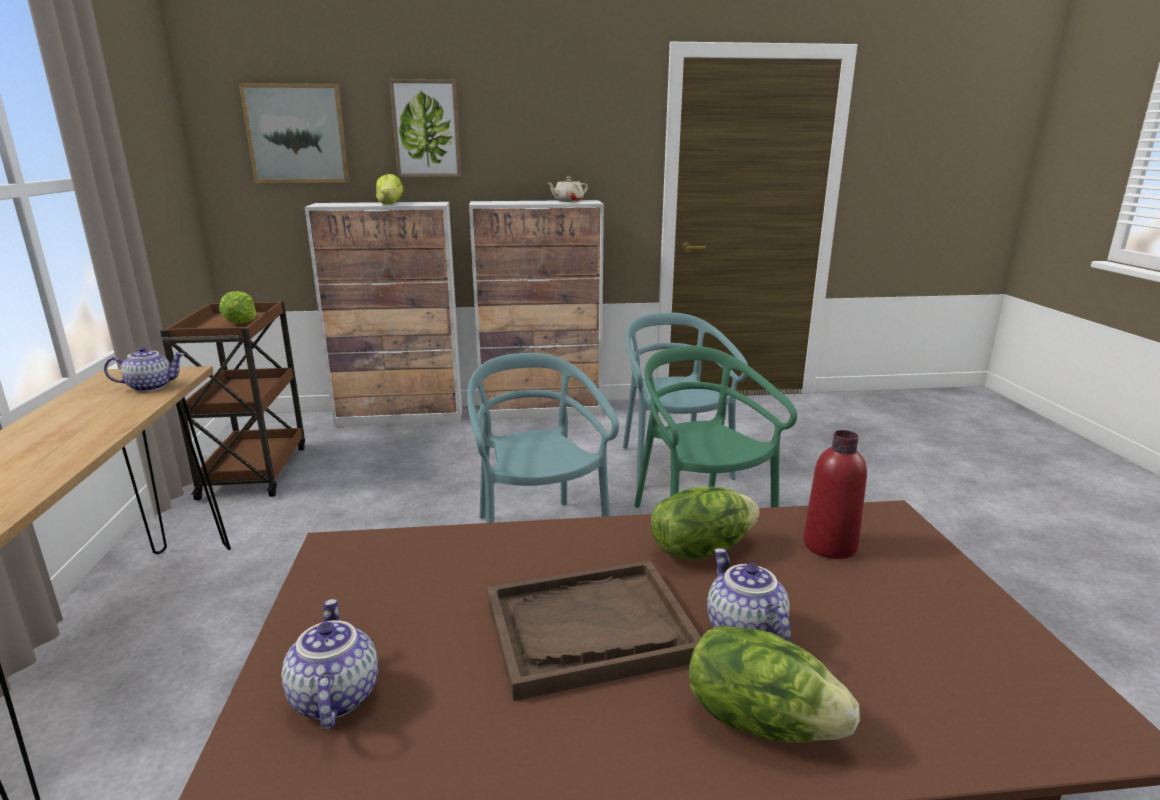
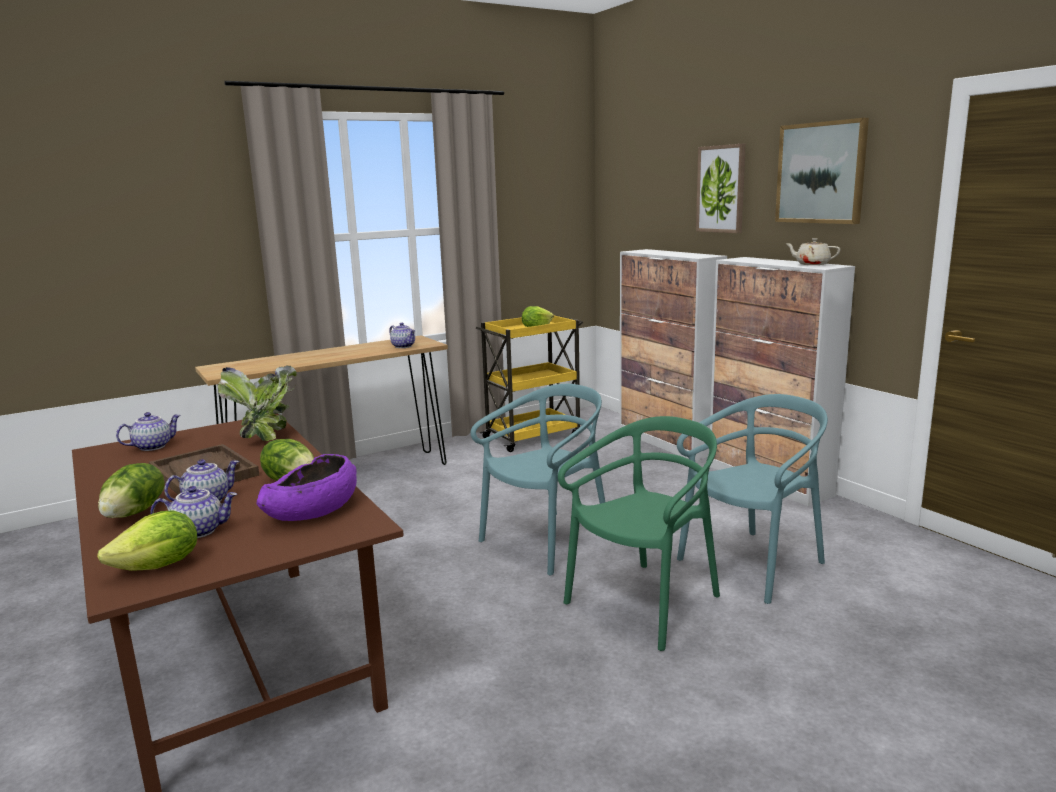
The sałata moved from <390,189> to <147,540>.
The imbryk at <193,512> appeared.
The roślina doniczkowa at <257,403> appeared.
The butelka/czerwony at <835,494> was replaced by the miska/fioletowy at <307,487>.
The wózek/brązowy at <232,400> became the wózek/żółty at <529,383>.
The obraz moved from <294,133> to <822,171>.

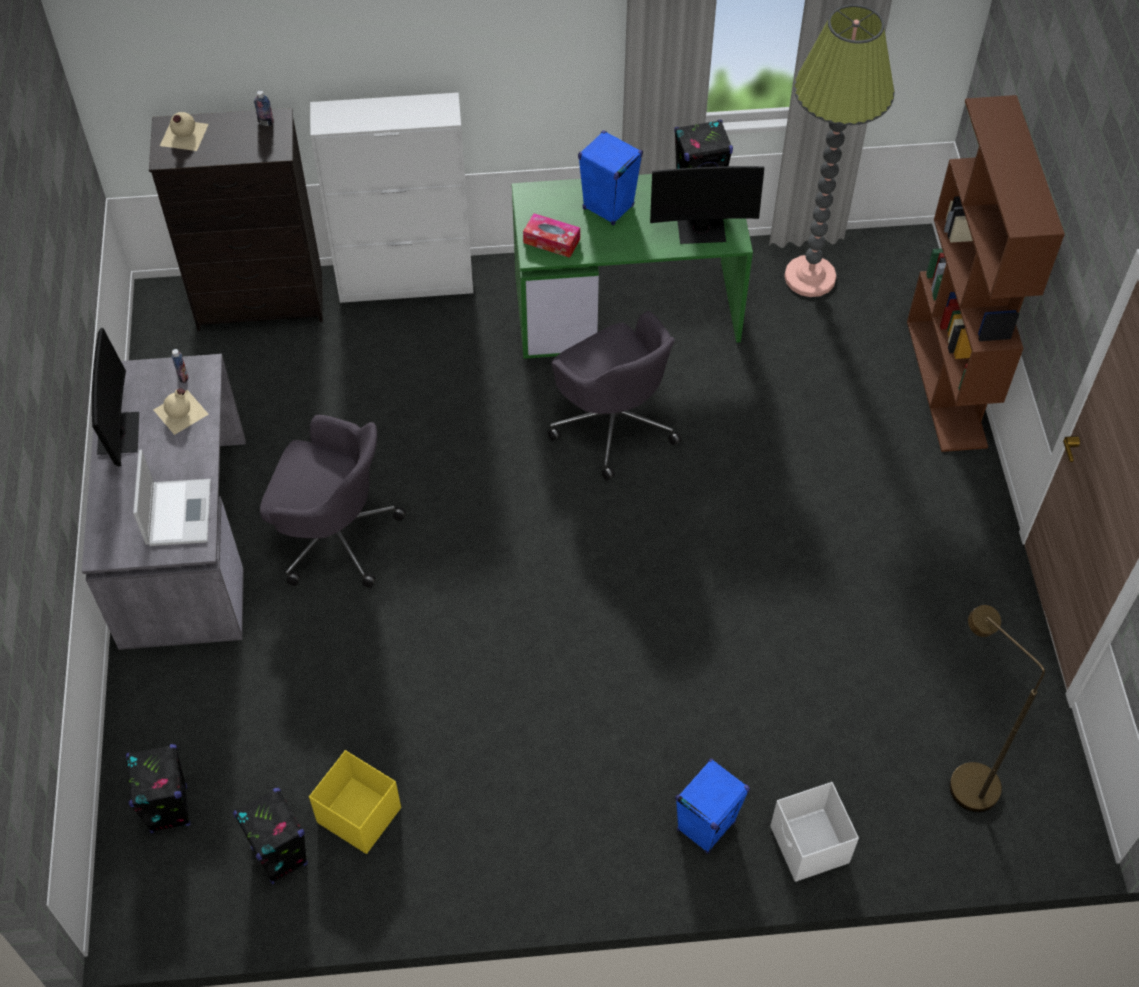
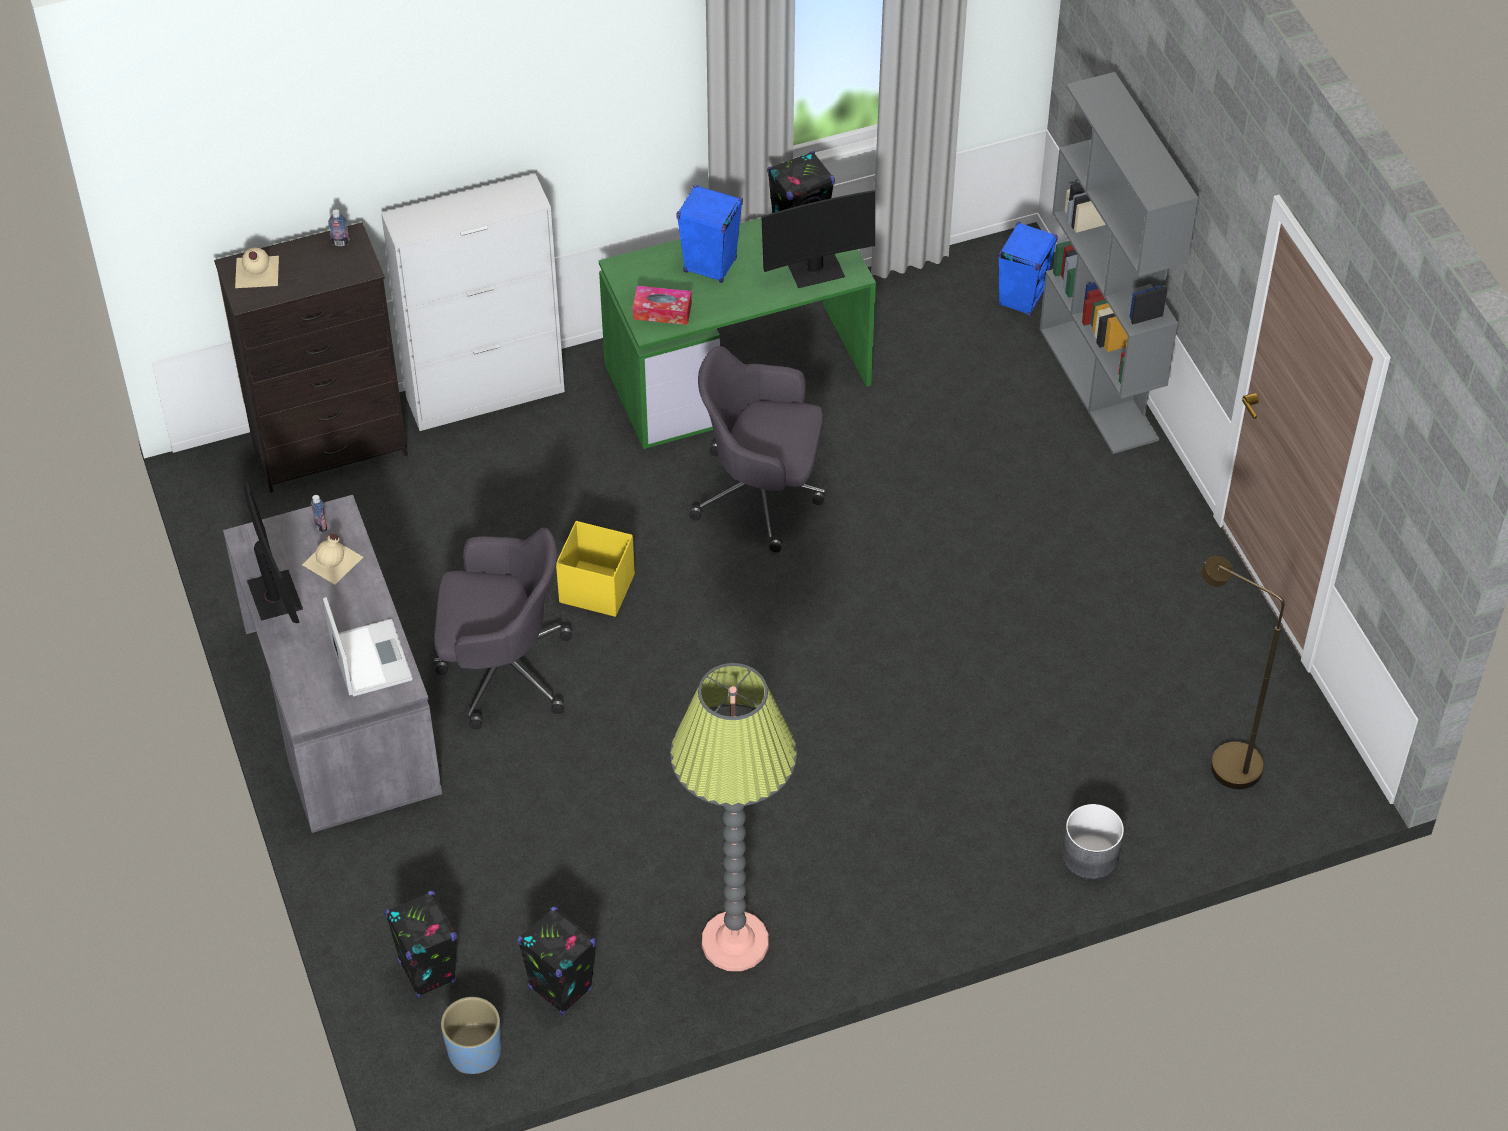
The donica/niebieski at <471,1035> appeared.
The pojemnik do przechowywania/żółty moved from <355,802> to <595,569>.
The lampa stojąca moved from <839,151> to <733,817>.
The krzesło biurowe/szary at <614,395> turned 150 degrees clockwise.
The głośnik/niebieski moved from <712,806> to <1028,269>.
The regał/brązowy at <986,273> became the regał/szary at <1118,263>.
The pojemnik do przechowywania/biały at <814,832> was replaced by the donica/szary at <1093,842>.

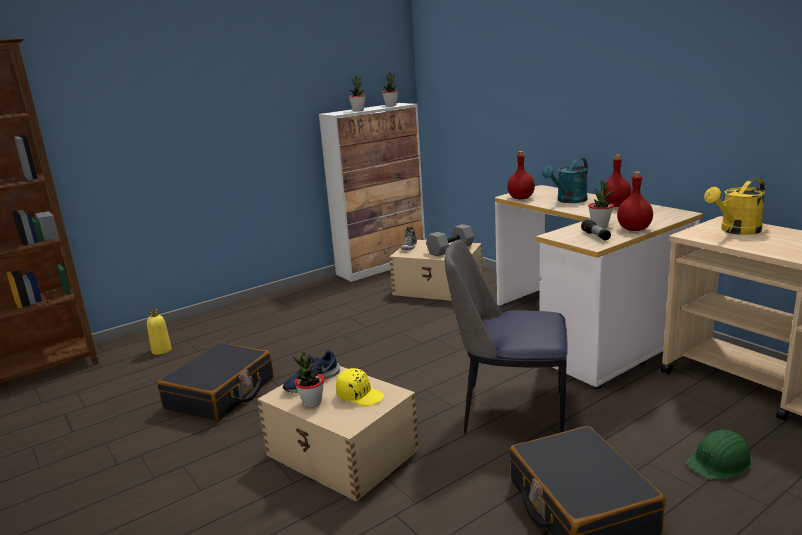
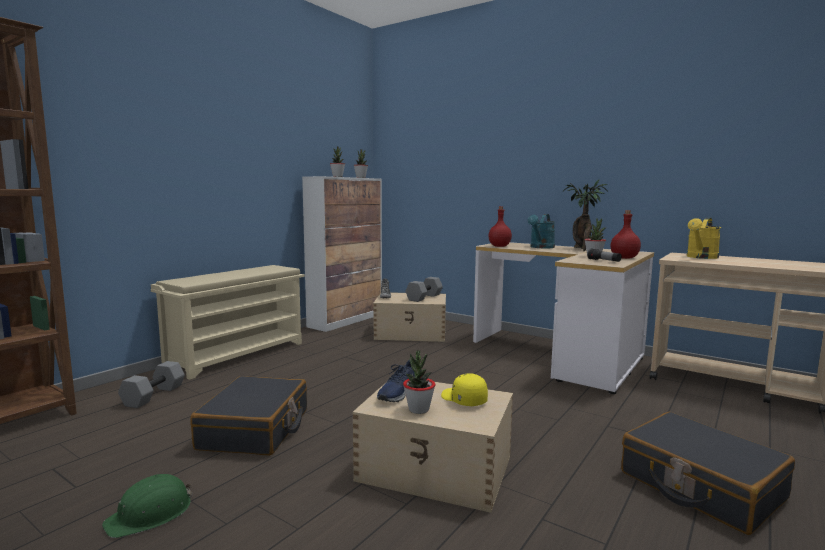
The kask/zielony moved from <719,454> to <147,506>.
The butelka/żółty at <159,332> was replaced by the hantel/szary at <151,384>.
The regał na buty/beżowy at <228,322> appeared.
The czapka z daszkiem/żółty at <360,387> turned 135 degrees counterclockwise.
The butelka/czerwony at <618,180> was replaced by the roślina doniczkowa at <585,215>.
The krzesło at <506,336> disappeared.

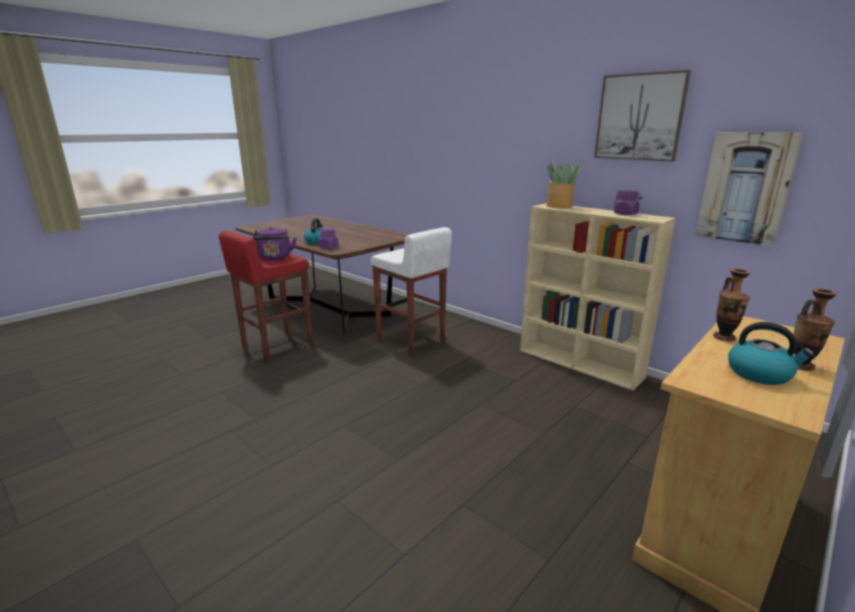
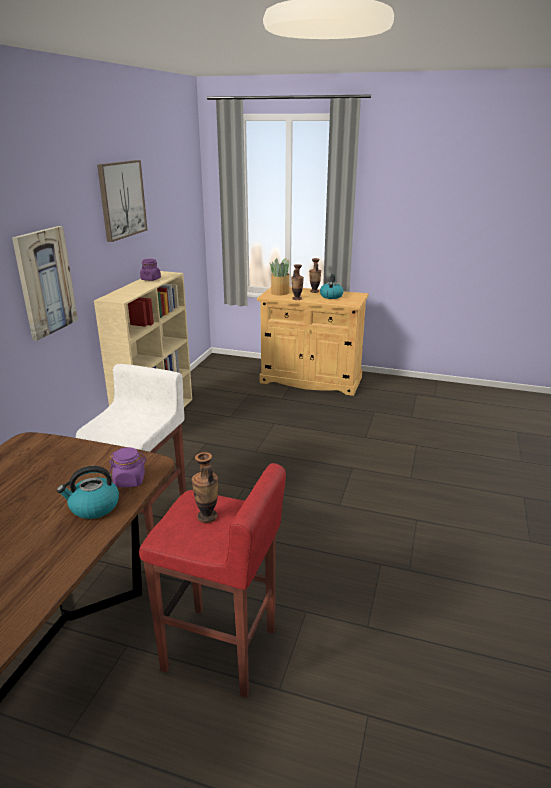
The obraz moved from <749,189> to <45,283>.
The czajnik/fioletowy at <275,244> was replaced by the wazon at <204,487>.
The roślina doniczkowa moved from <564,186> to <280,276>.

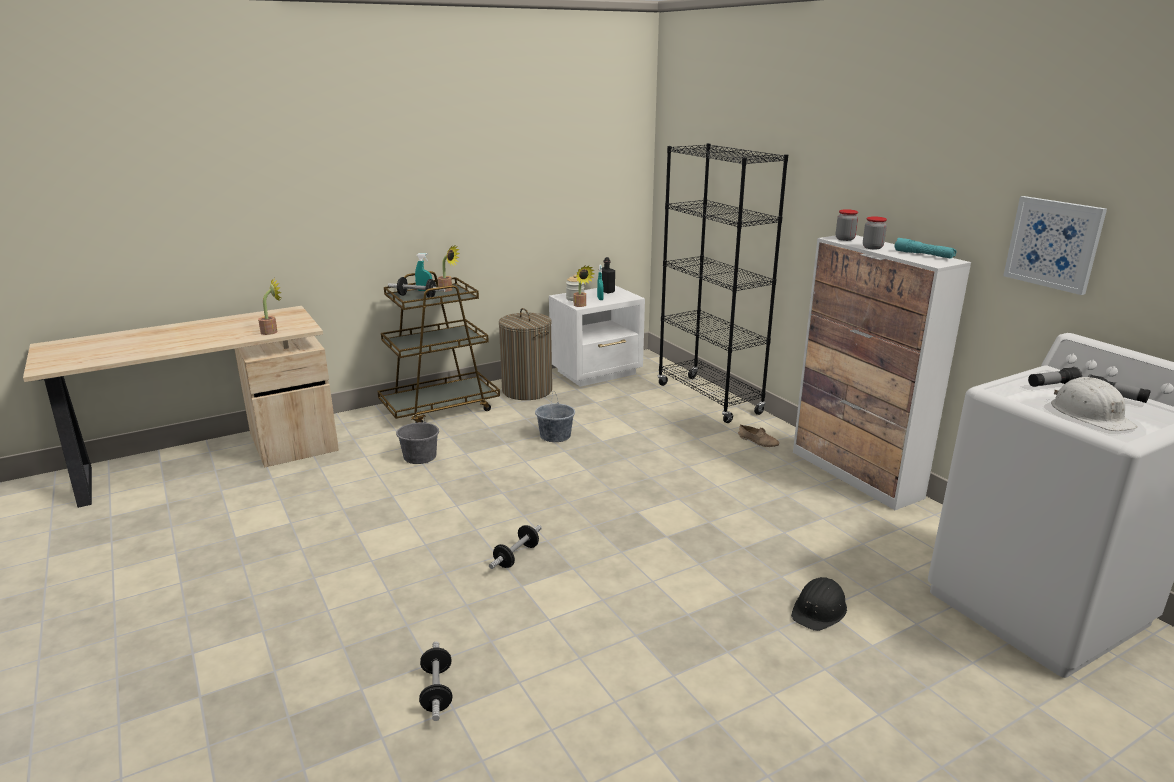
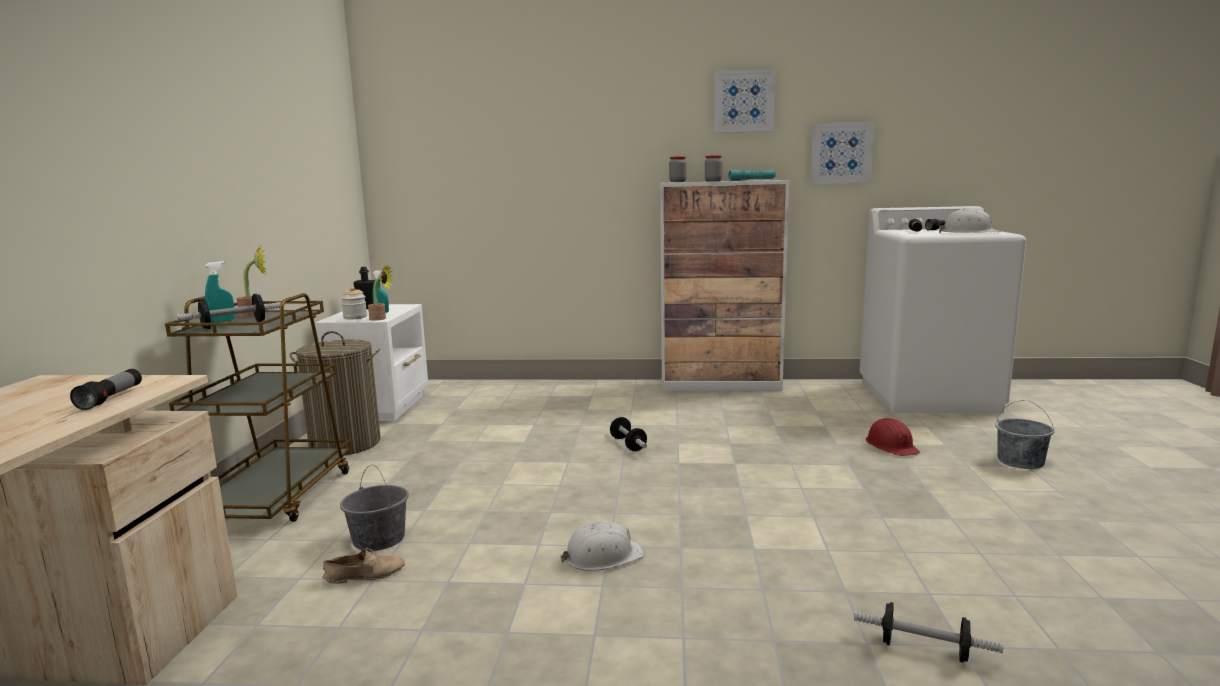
The roślina doniczkowa at <269,306> was replaced by the latarka at <106,389>.
The but/beżowy moved from <758,435> to <363,566>.
The kask/biały at <603,545> appeared.
The hantel moved from <515,547> to <628,434>.
The obraz at <744,101> appeared.
The kask/czarny at <819,604> became the kask/czerwony at <893,437>.
The wiadro/szary moved from <555,416> to <1024,434>.
The regał/czarny at <723,283> disappeared.

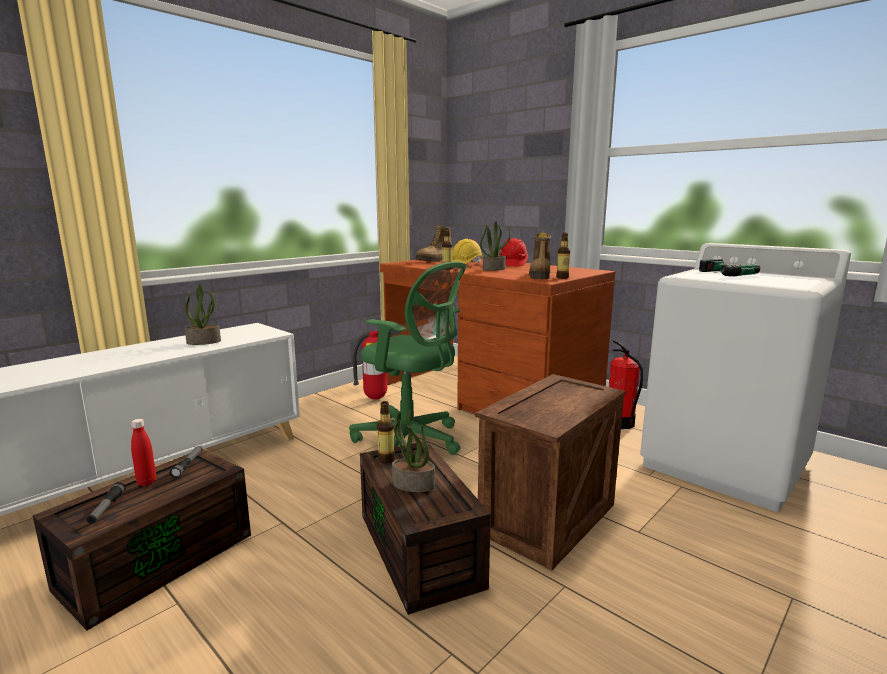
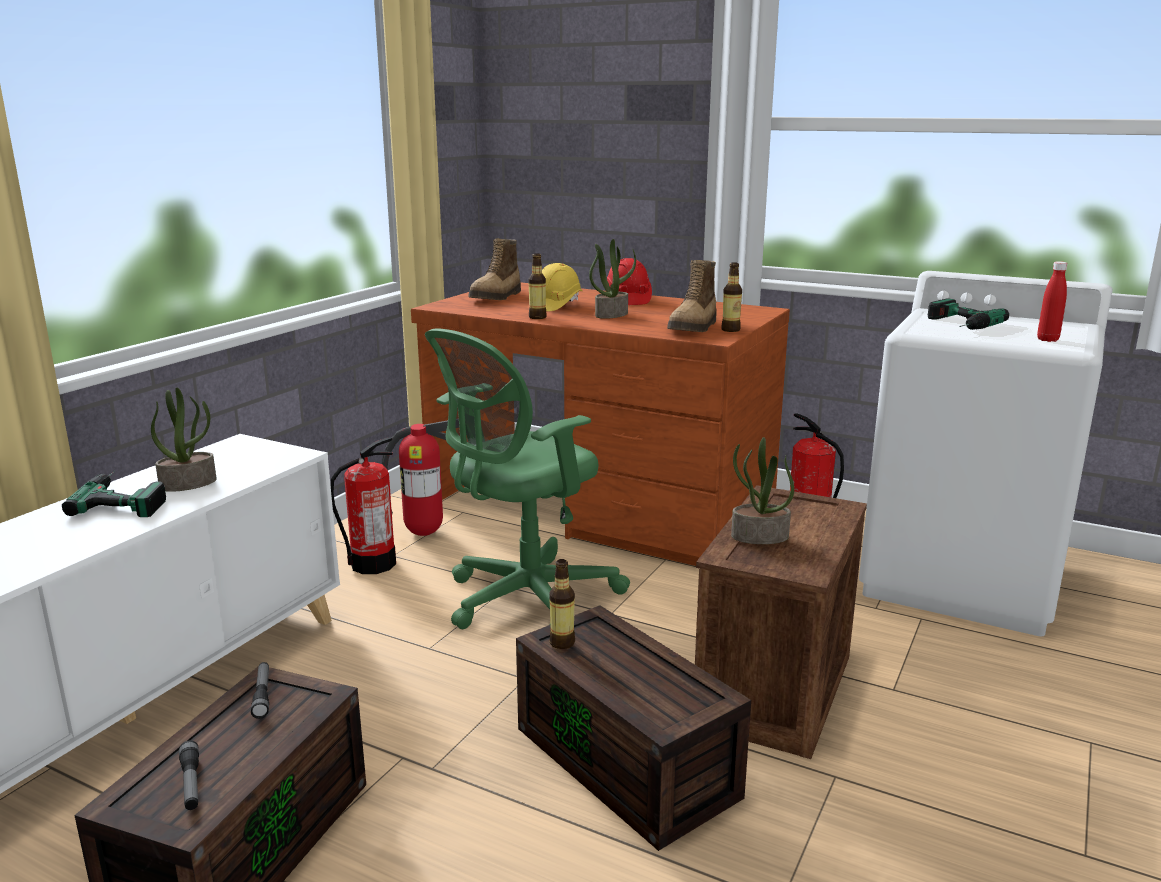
The wiertarka at <114,494> appeared.
The gaśnica at <363,505> appeared.
The krzesło biurowe/zielony at <408,358> turned 120 degrees clockwise.
The but z cholewką at <540,256> turned 150 degrees counterclockwise.
The roślina doniczkowa moved from <413,450> to <762,490>.
The butelka/czerwony moved from <143,452> to <1052,301>.

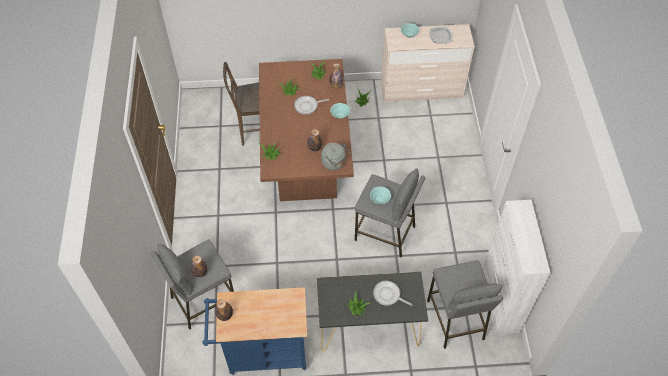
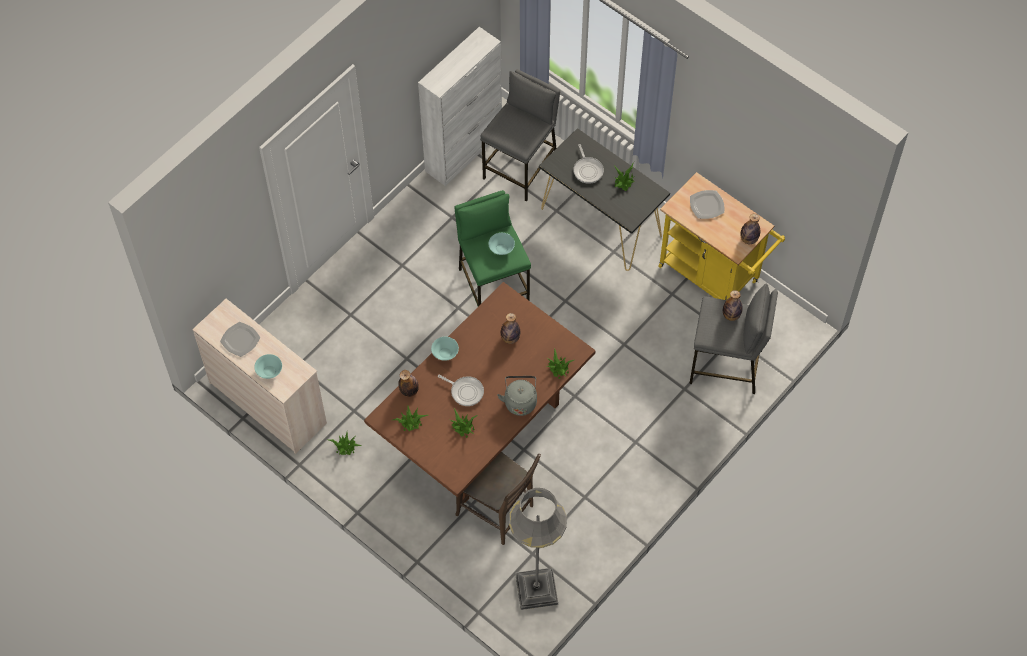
The stołek/szary at <390,212> became the stołek/zielony at <493,248>.
The czajnik/szary moved from <335,156> to <517,396>.
The lampa stojąca/szary at <538,549> appeared.
The wózek/niebieski at <255,331> became the wózek/żółty at <721,236>.
The talerz at <707,204> appeared.

